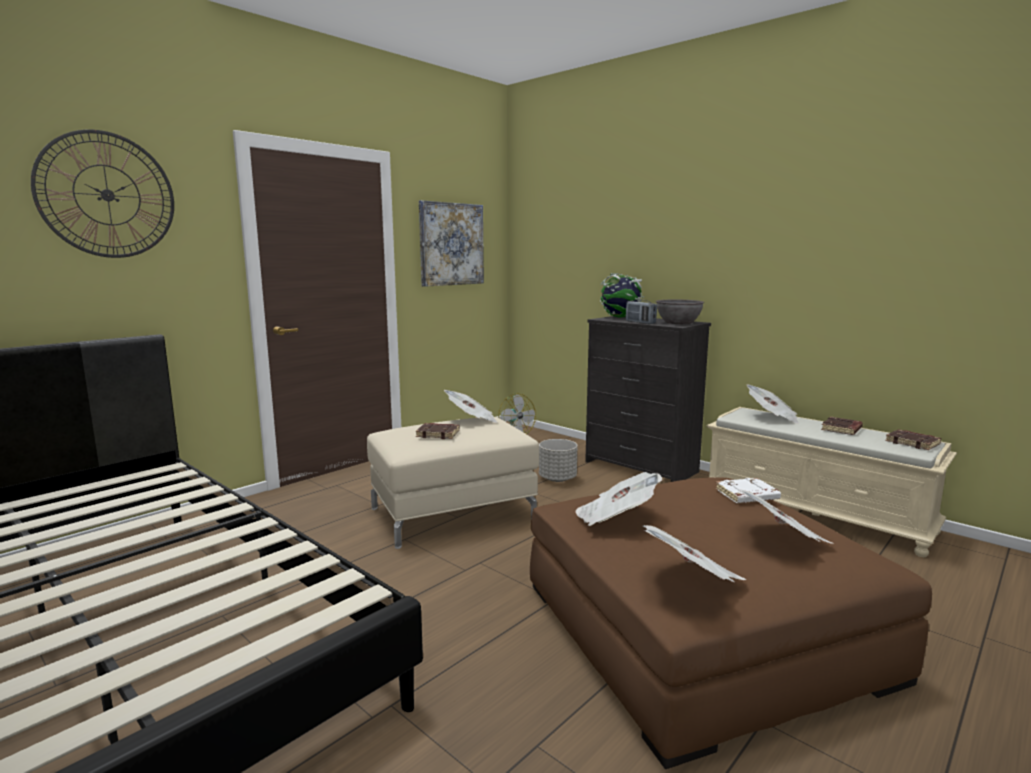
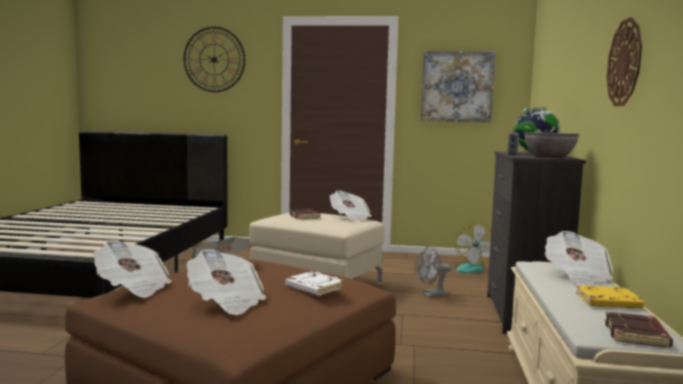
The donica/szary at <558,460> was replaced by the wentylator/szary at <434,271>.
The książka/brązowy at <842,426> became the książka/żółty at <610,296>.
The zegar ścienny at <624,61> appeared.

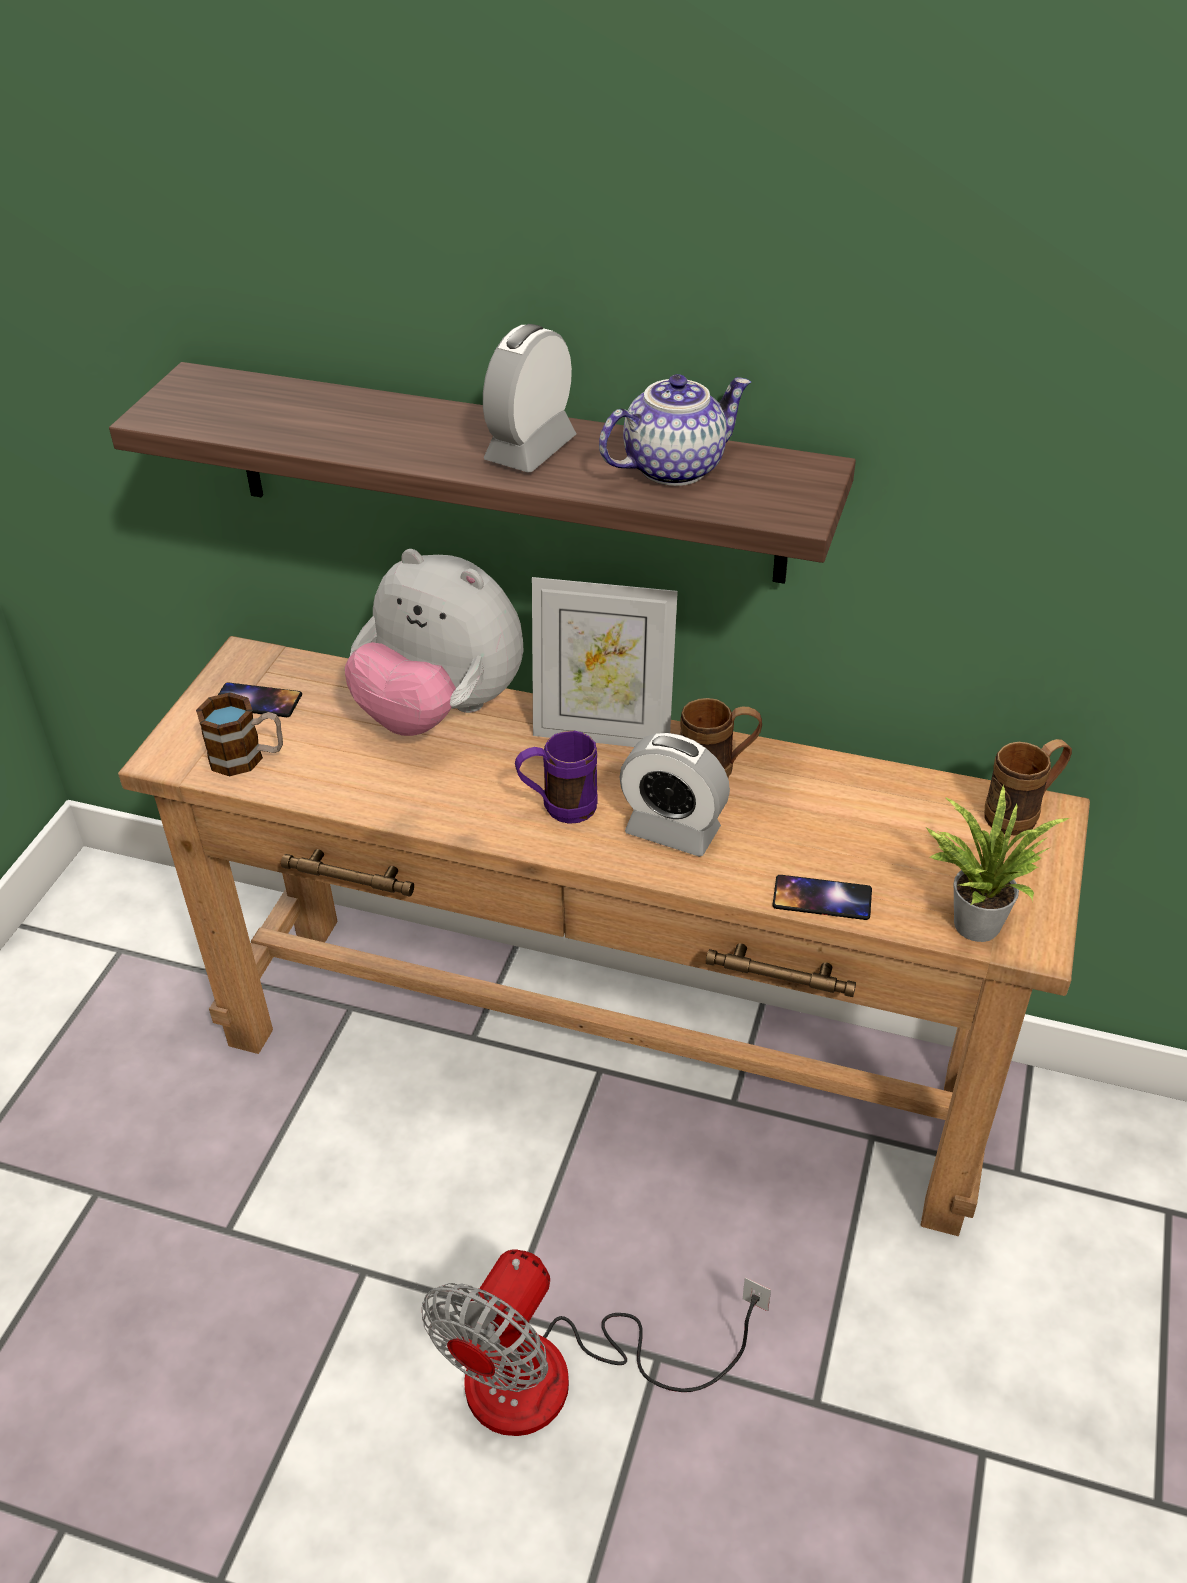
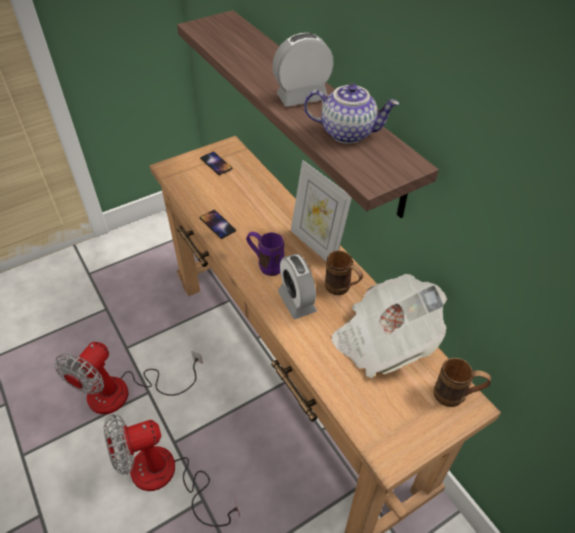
The wentylator at <129,378> appeared.
The telefon moved from <822,897> to <218,224>.
The gazeta at <389,326> appeared.
The kubek at <239,734> disappeared.
The pluszak at <434,642> disappeared.
The roślina doniczkowa at <997,863> disappeared.

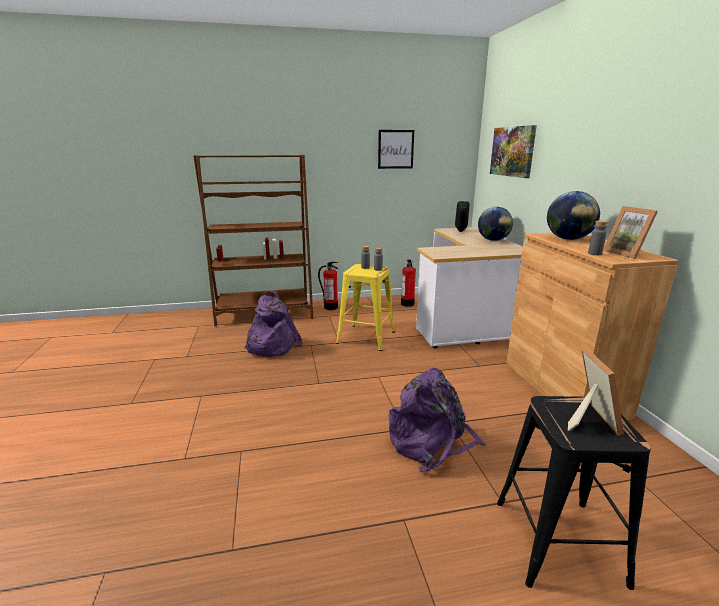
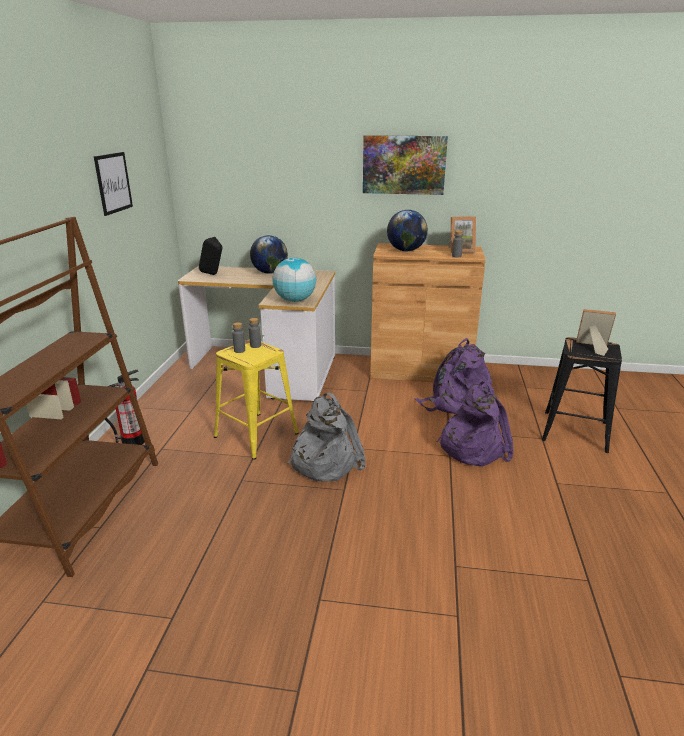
The globus at <294,279> appeared.
The plecak/szary at <326,437> appeared.
The obraz moved from <513,151> to <405,165>.
The plecak/fioletowy moved from <273,323> to <453,376>.
The gaśnica at <408,283> disappeared.

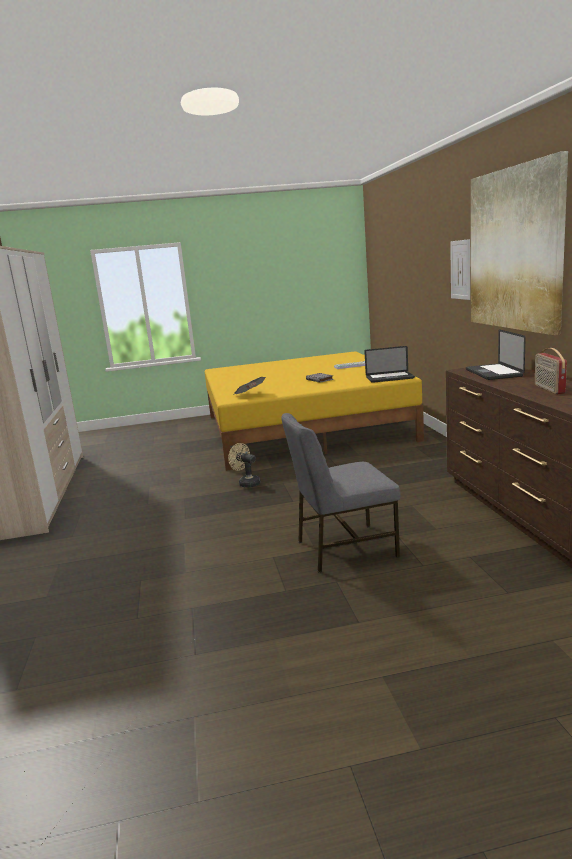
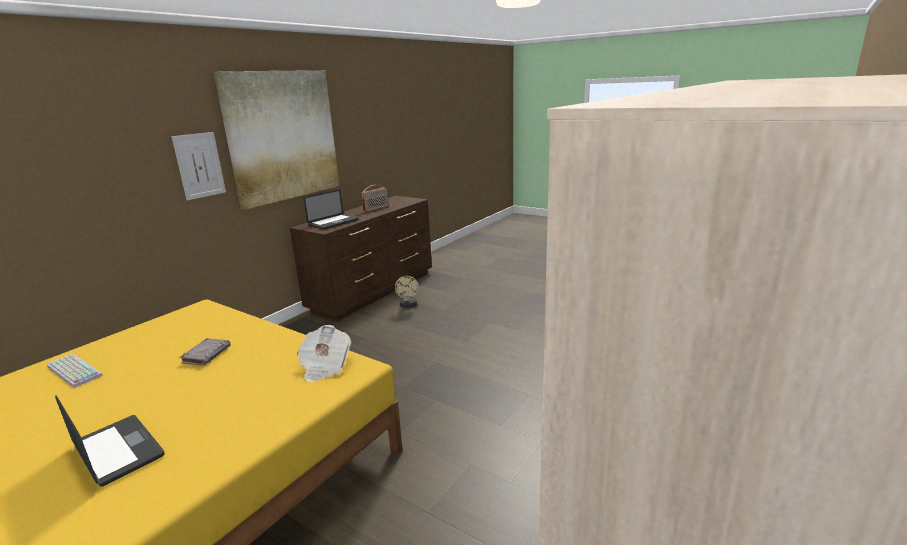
The laptop moved from <389,364> to <110,441>.
The wentylator/beżowy moved from <244,465> to <407,292>.
The krzesło/szary at <341,493> disappeared.

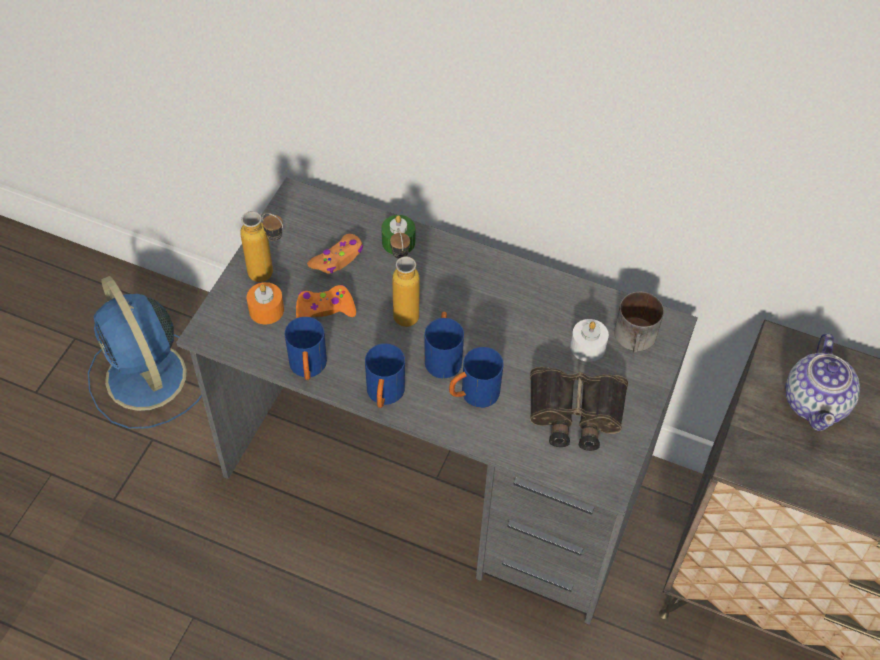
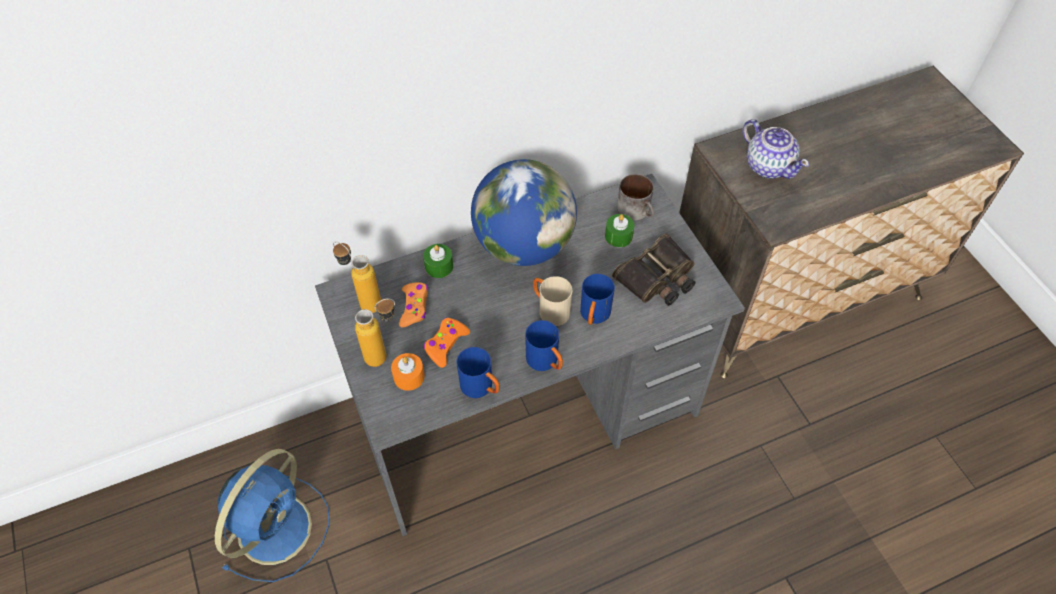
The wentylator/niebieski at <145,352> turned 75 degrees counterclockwise.
The butelka moved from <405,277> to <357,277>.
The globus at <524,212> appeared.
The kubek/niebieski at <444,345> became the kubek/beżowy at <552,301>.
The świeca/biały at <589,340> became the świeca/zielony at <619,230>.

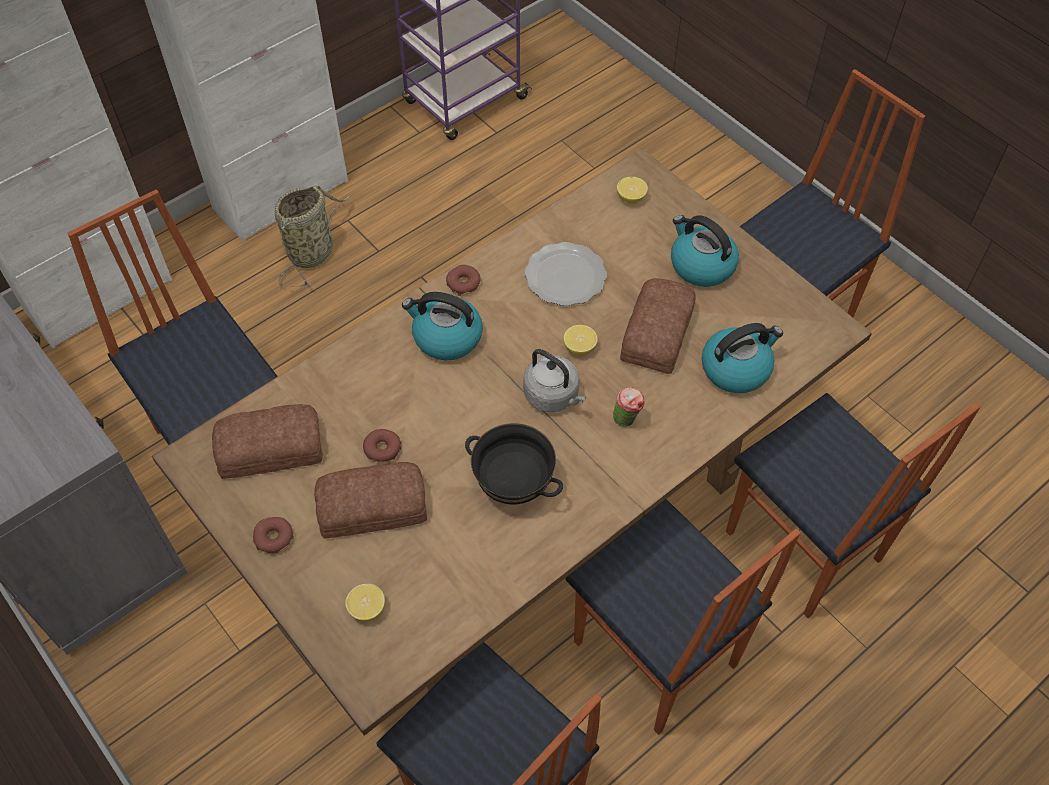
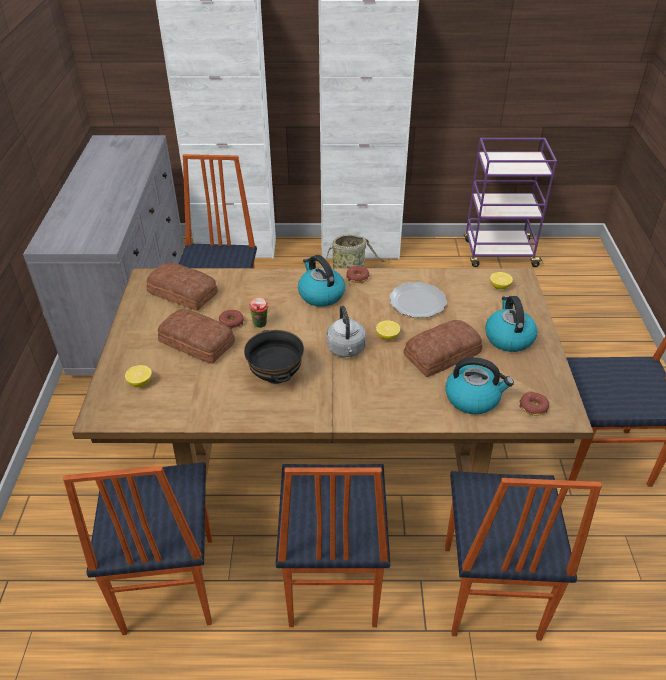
The filiżanka moved from <629,407> to <258,312>.
The donut moved from <273,535> to <534,404>.

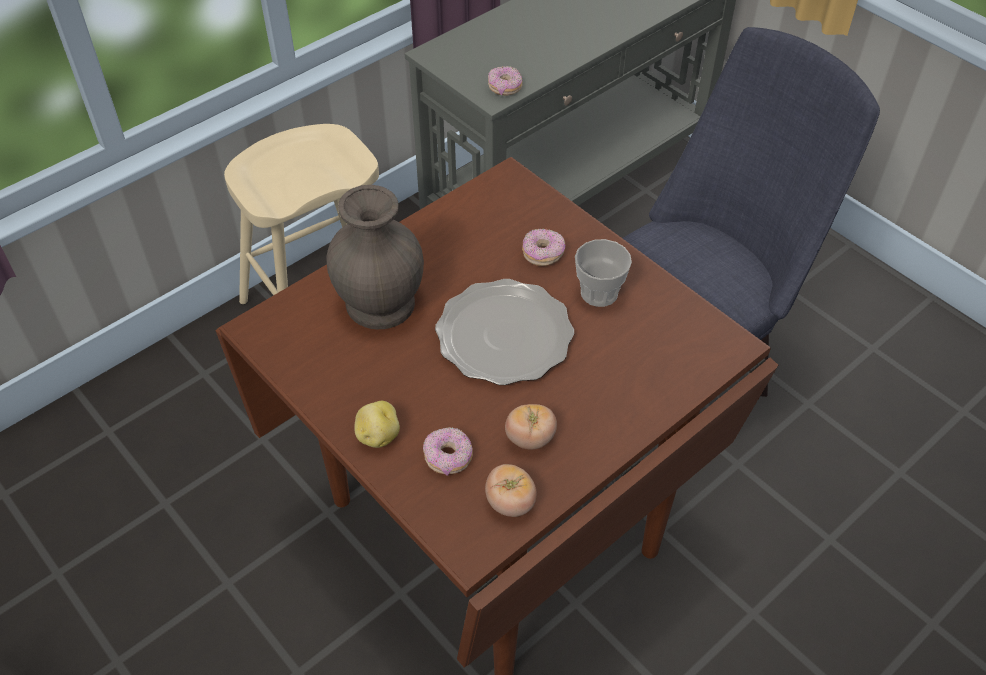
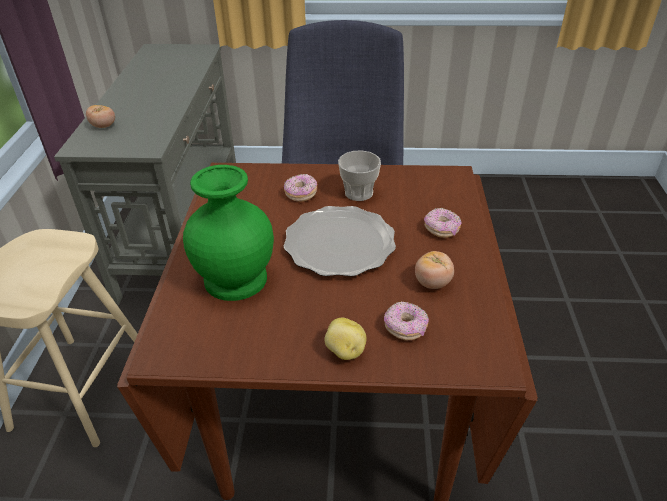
The pomidor moved from <511,490> to <100,116>.
The wazon/szary at <375,257> became the wazon/zielony at <228,233>.
The donut moved from <505,81> to <443,223>.

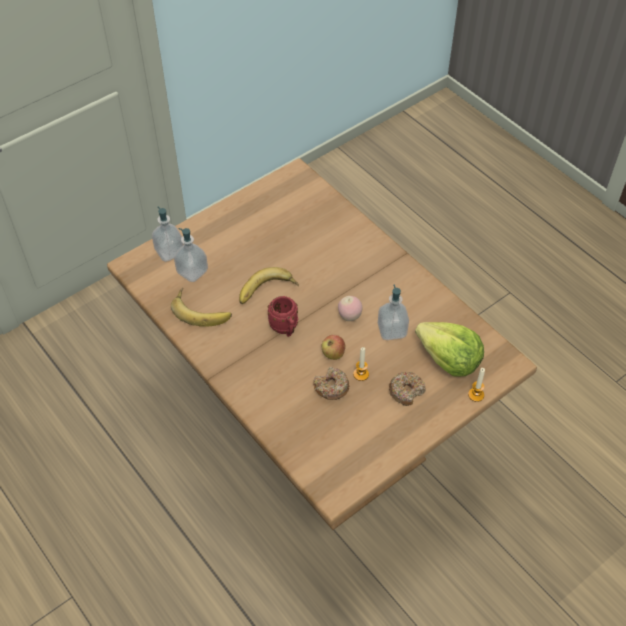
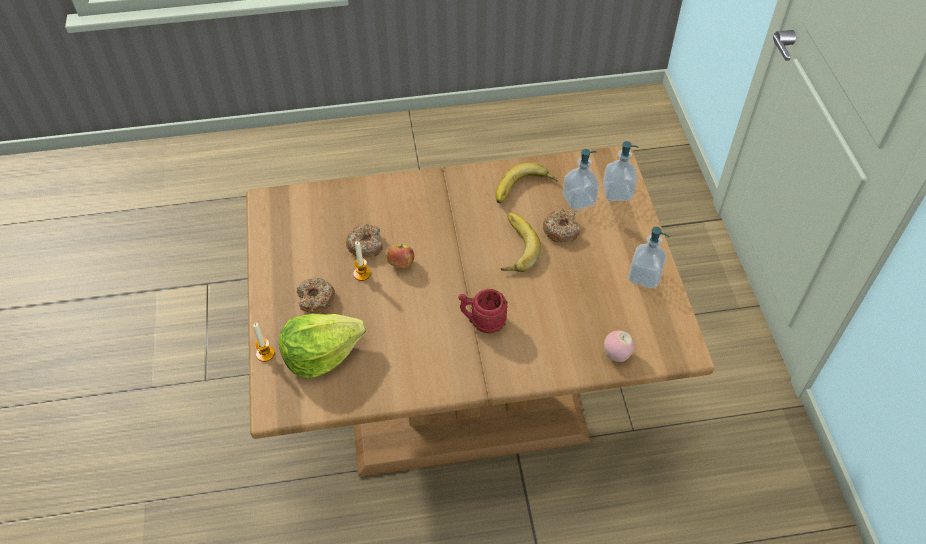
The kubek/czerwony moved from <283,316> to <483,311>.
The donut at <561,226> appeared.
The jabłko moved from <350,308> to <619,346>.
The dozownik mydła moved from <393,312> to <649,258>.

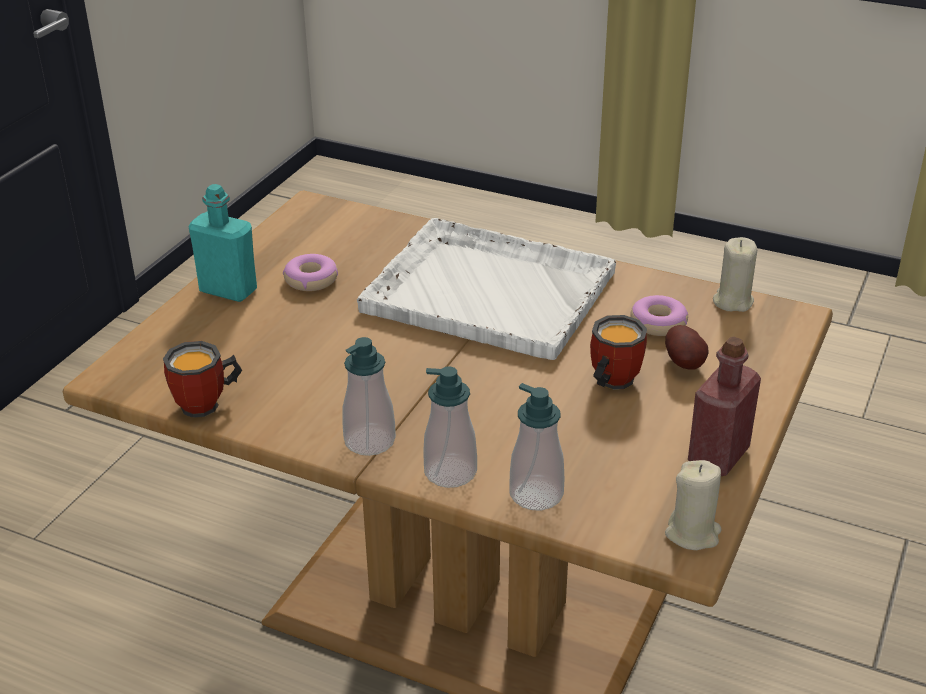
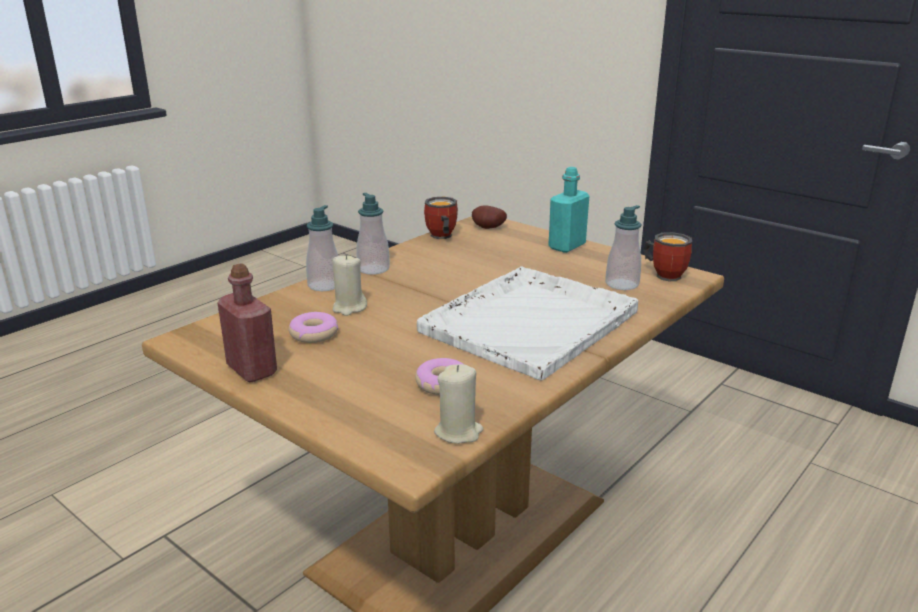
The donut moved from <310,272> to <313,327>.
The świeca/beżowy moved from <693,505> to <349,285>.
The ziemniak moved from <687,347> to <489,217>.
The dozownik mydła moved from <537,446> to <623,247>.
The kubek moved from <618,352> to <667,256>.

